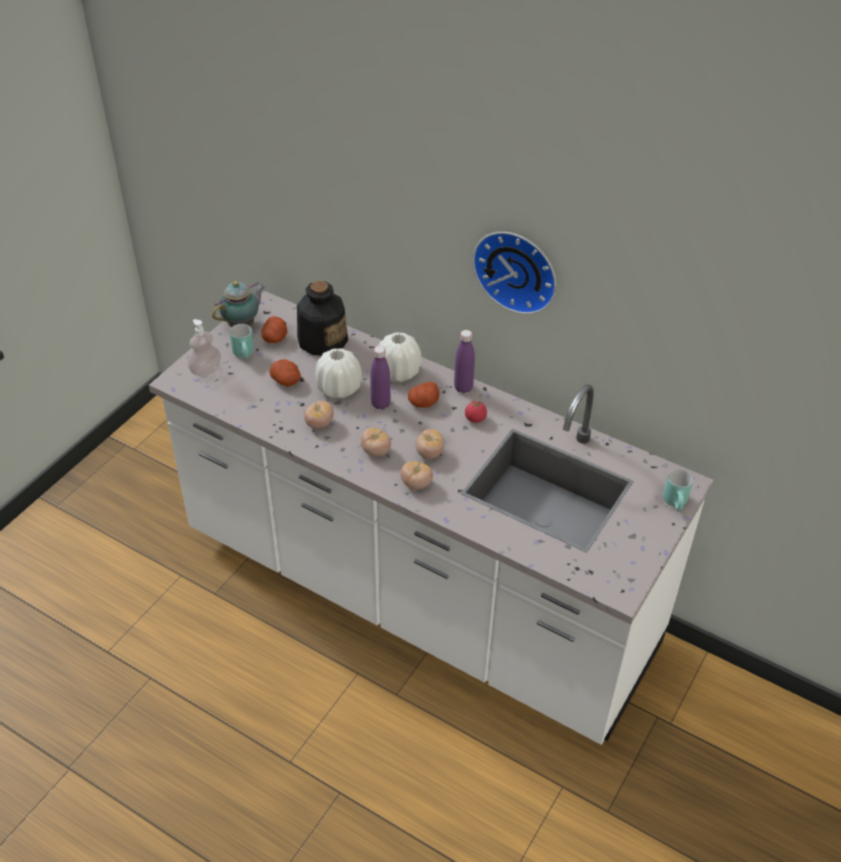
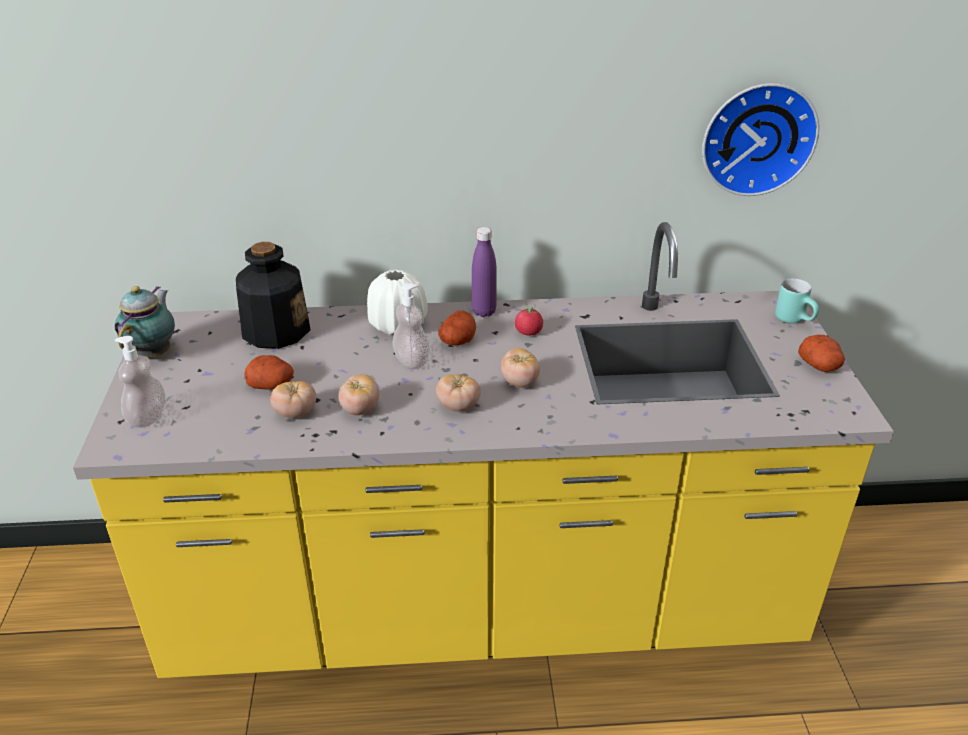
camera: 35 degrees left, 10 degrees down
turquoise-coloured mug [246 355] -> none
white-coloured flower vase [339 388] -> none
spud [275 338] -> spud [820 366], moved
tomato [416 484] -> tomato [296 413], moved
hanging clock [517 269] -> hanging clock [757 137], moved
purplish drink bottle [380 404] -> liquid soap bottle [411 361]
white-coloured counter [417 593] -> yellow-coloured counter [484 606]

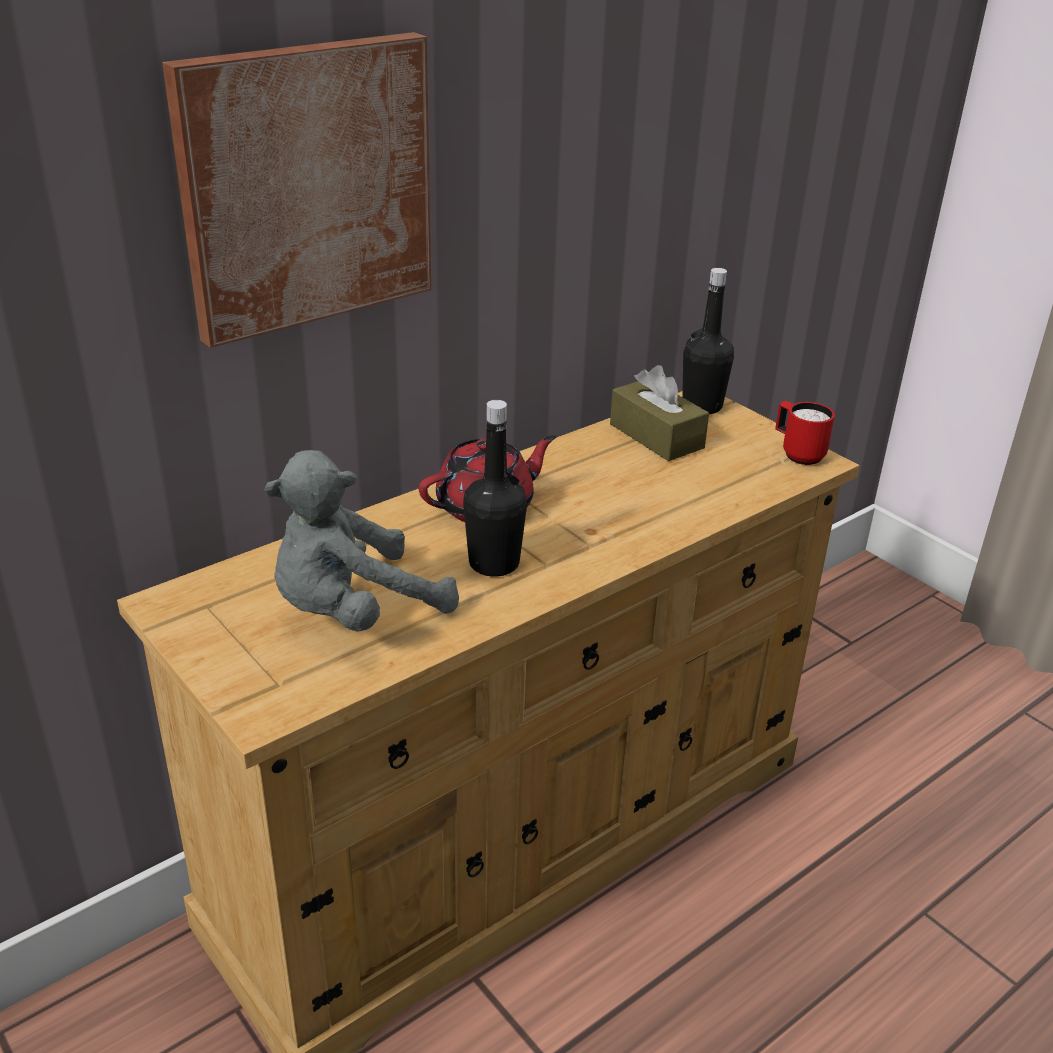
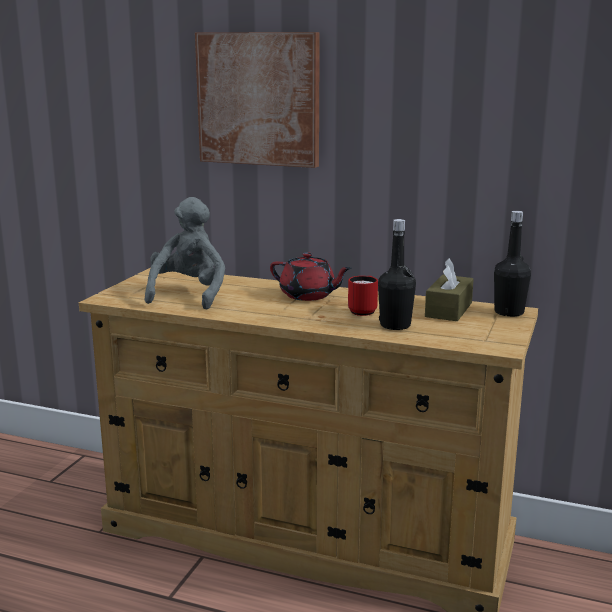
camera: 60 degrees right, 15 degrees down
black drink bottle [494 563] -> black drink bottle [395 325], moved
red mug [797 453] -> red mug [363 310], moved
gray plush toy [354 612] -> gray plush toy [189 295], 75 degrees clockwise

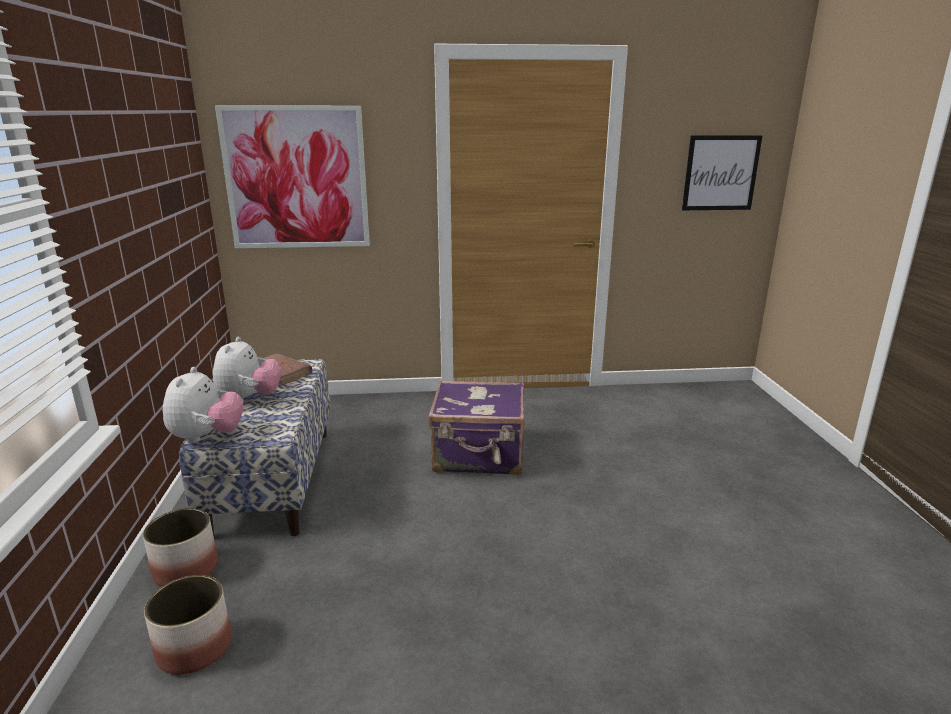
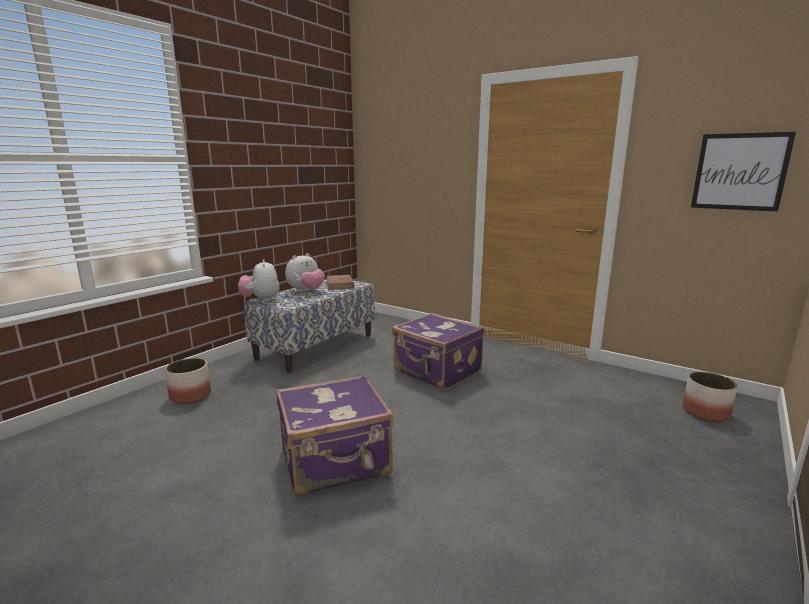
camera: 40 degrees right, 5 degrees down
picture [296 178] -> none
none -> purplish travel case [336 462]
planter [185 569] -> planter [705 412], moved
plush toy [207 437] -> plush toy [261 300], 120 degrees clockwise

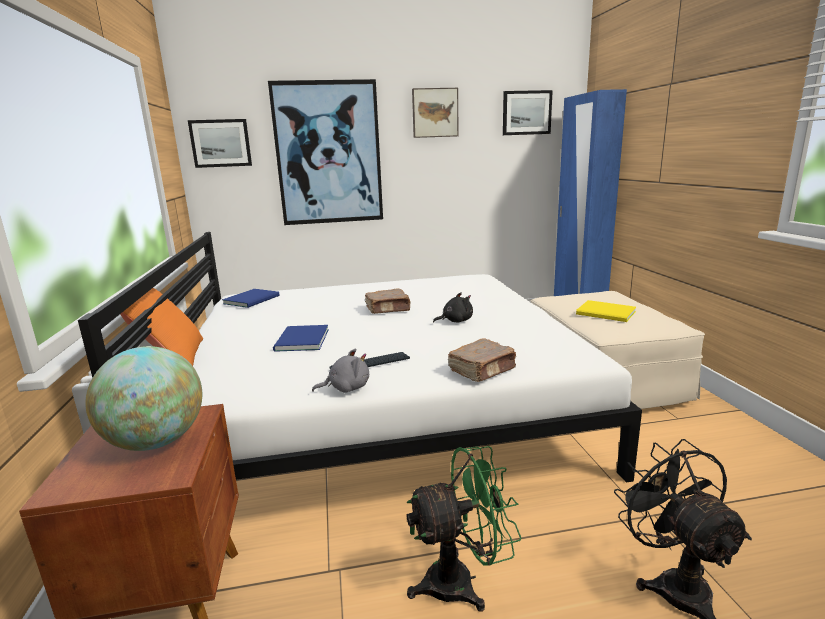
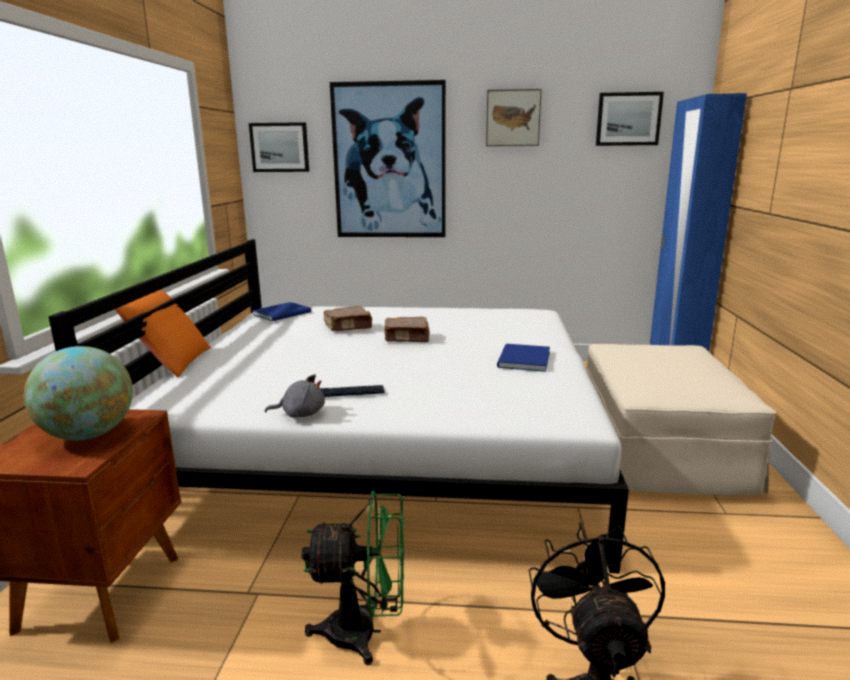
camera: 15 degrees right, 0 degrees up
black plush toy [455 321] -> none
yellow-coloured bound book [607 313] -> none
bluish bound book [300 340] -> bluish bound book [522 360], moved
brown bound book [483 370] -> brown bound book [348 327], moved

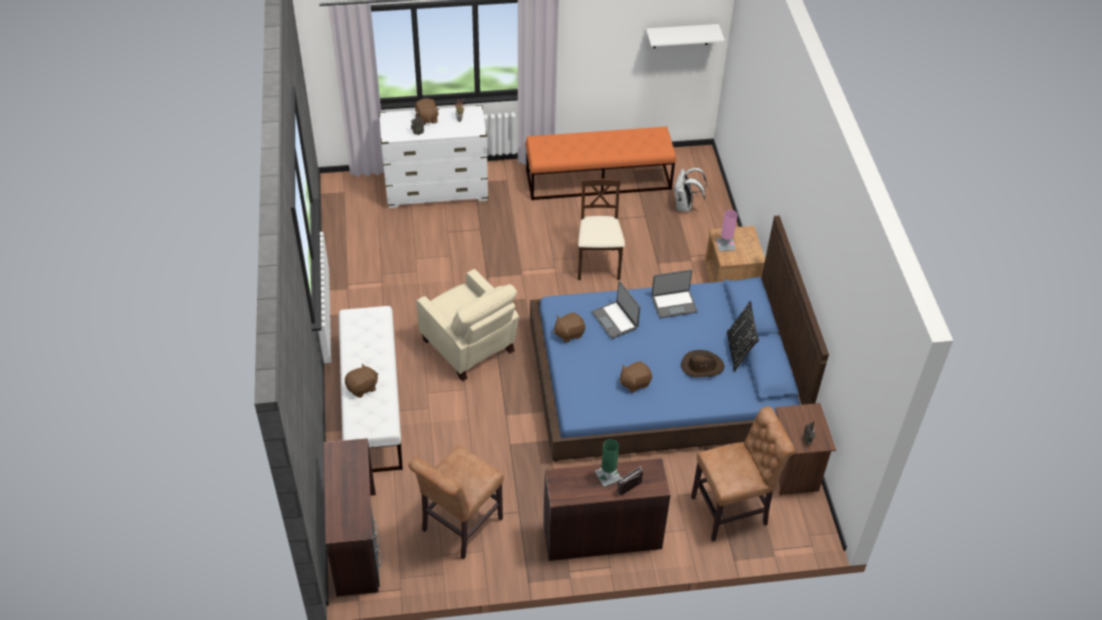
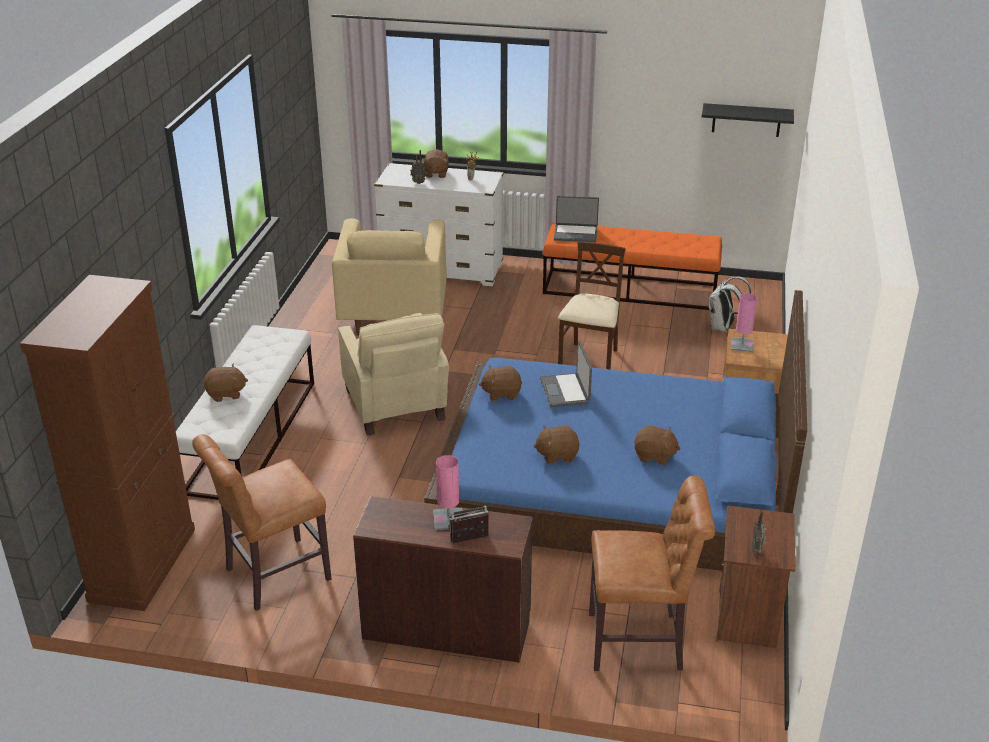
camera: 20 degrees right, 15 degrees down
black throw pillow [739 351] -> none
none -> sand-coloured lounge chair [393 315]
laptop [674 304] -> laptop [575 234], moved
brown desk table [357 543] -> brown storage cabinet [143 564]
brown clothing hat [702 366] -> brown plush toy [654 456]
green-coloured tabletop lamp [608 476] -> pink tabletop lamp [448 519]
white-coloured bracket shelf [681 36] -> black bracket shelf [746 120]

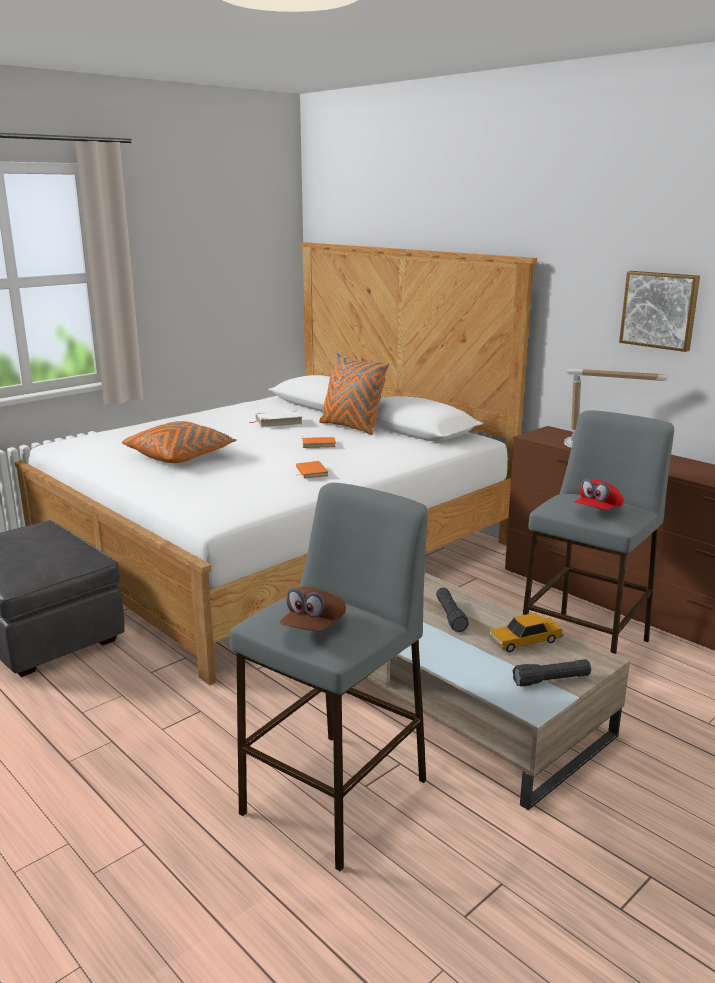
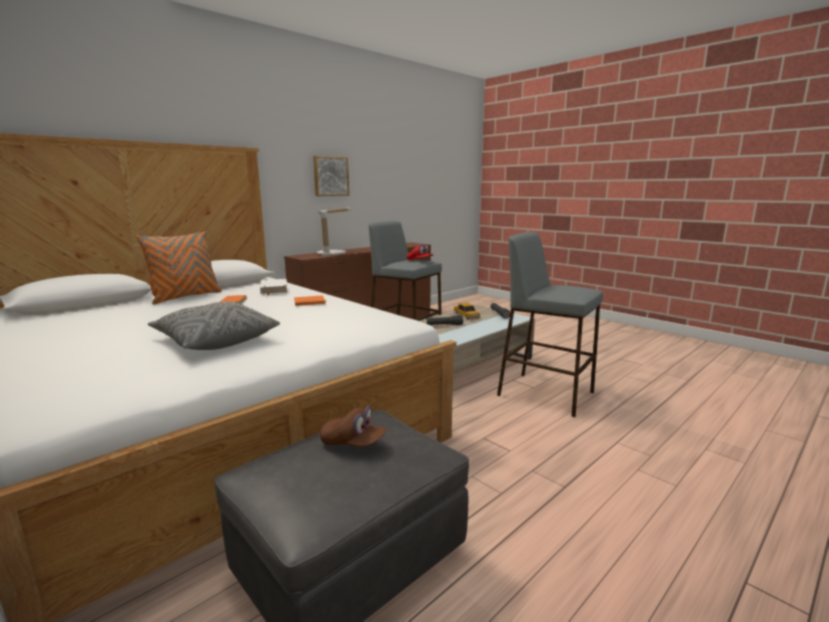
camera: 90 degrees left, 5 degrees down
white-coloured bound book [278 422] -> white-coloured bound book [273 289], moved
brown baseball cap [313 627] -> brown baseball cap [353 443], moved
orange throw pillow [181 456] -> gray throw pillow [215 341]

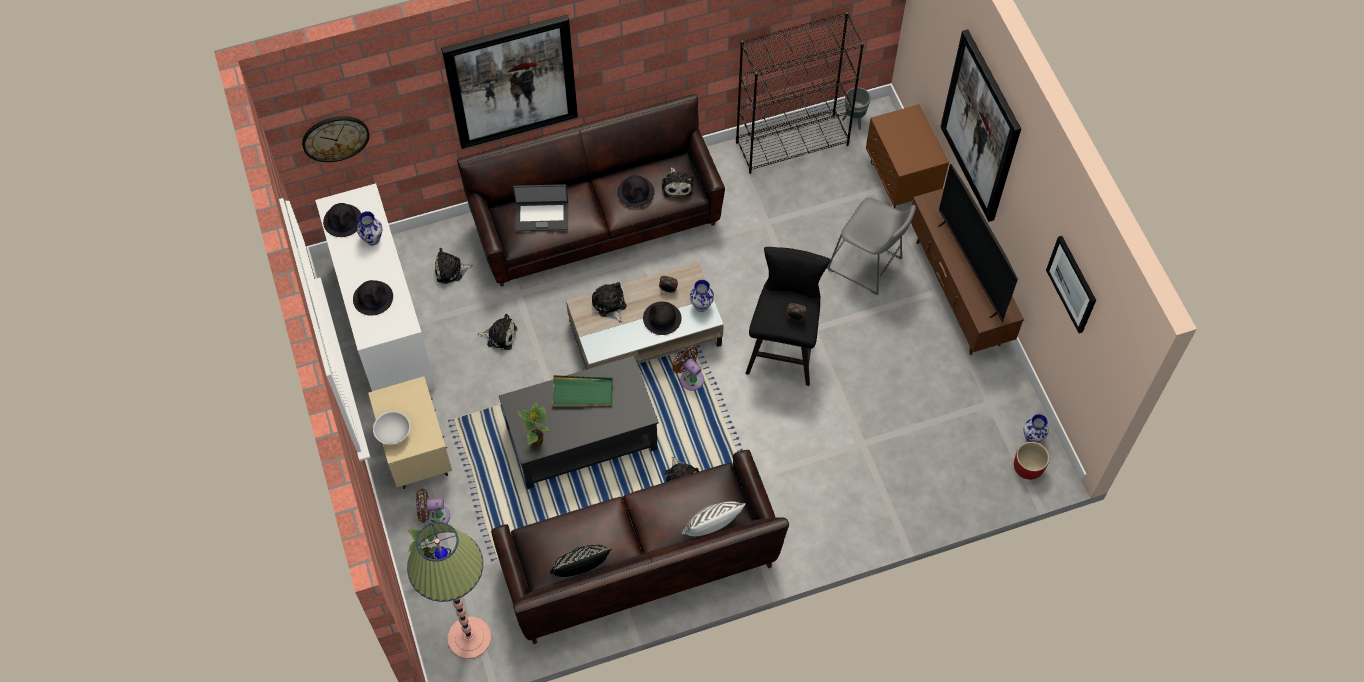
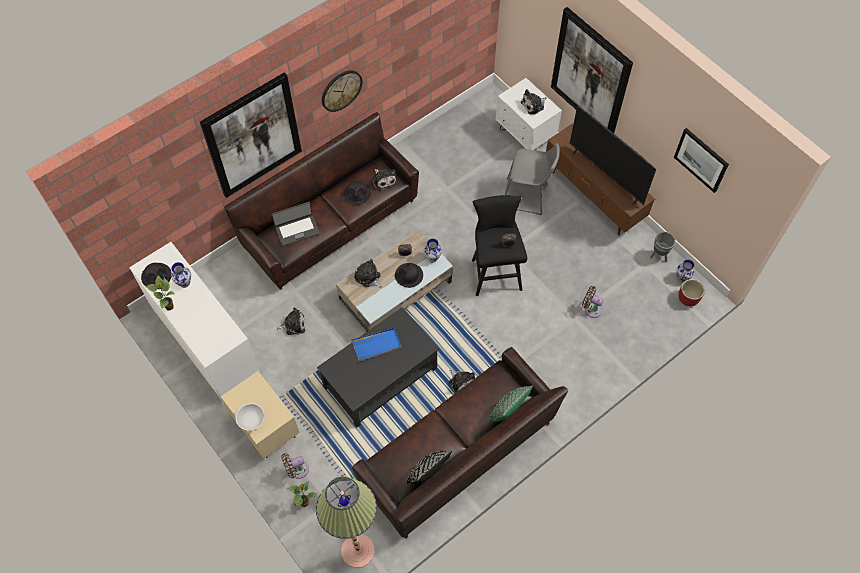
camera: 20 degrees left, 0 degrees up
black clothing hat [373 298] -> none
black shelving unit [792 143] -> none
hanging clock [335 138] -> hanging clock [341 90], moved
plush toy [451 270] -> plush toy [533 105], moved
plant in a pot [537 442] -> plant in a pot [170 307], moved
brown cooling fan [690 378] -> brown cooling fan [591 309], moved
gray planter [854 120] -> gray planter [658 255], moved
green-coloured tray [583 392] -> bluish tray [377 345]
white-coloured throw pillow [712 528] -> green-coloured throw pillow [507 410]
brown night table [901 182] -> white-coloured night table [525 135]

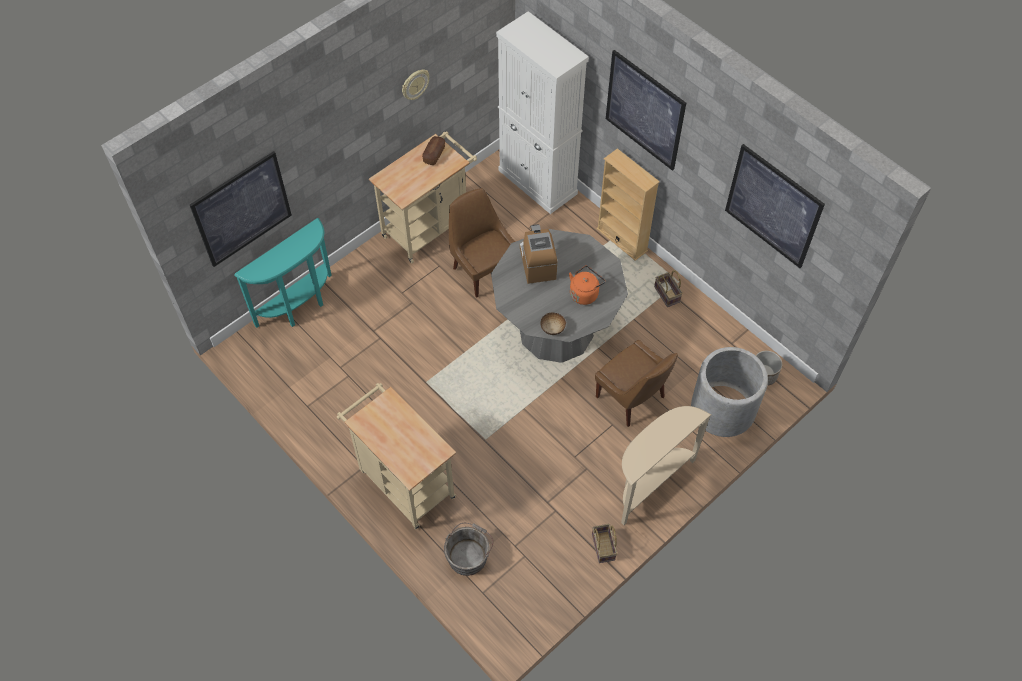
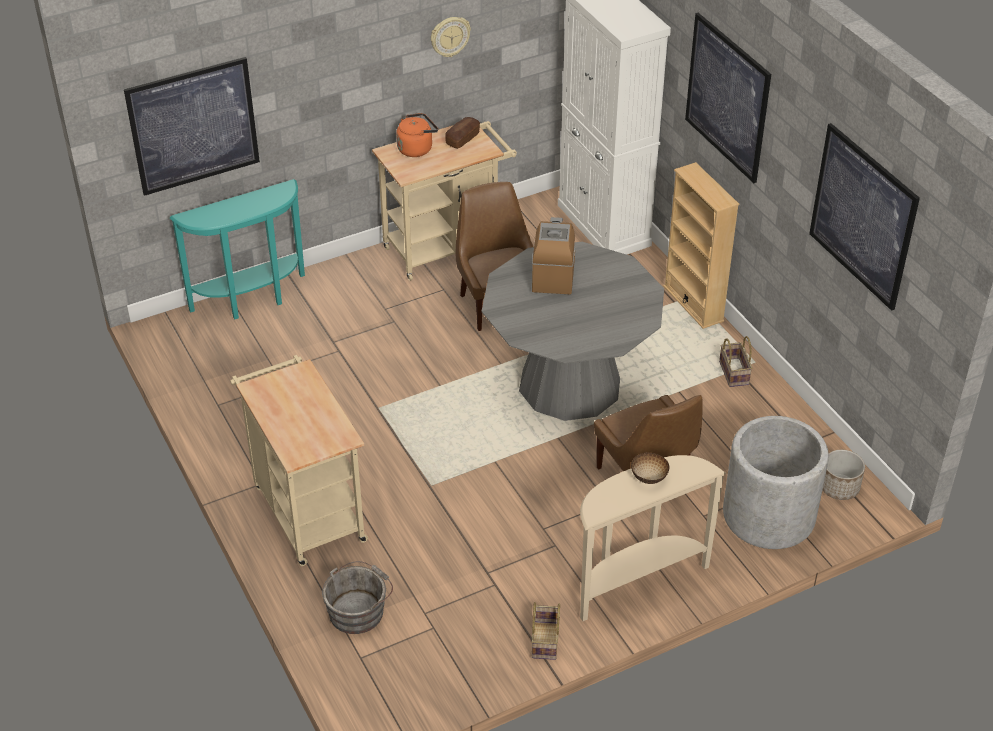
camera: 15 degrees right, 15 degrees down
deep dish [553 329] -> deep dish [649 478], moved
orange kettle [585 293] -> orange kettle [417 148], moved

